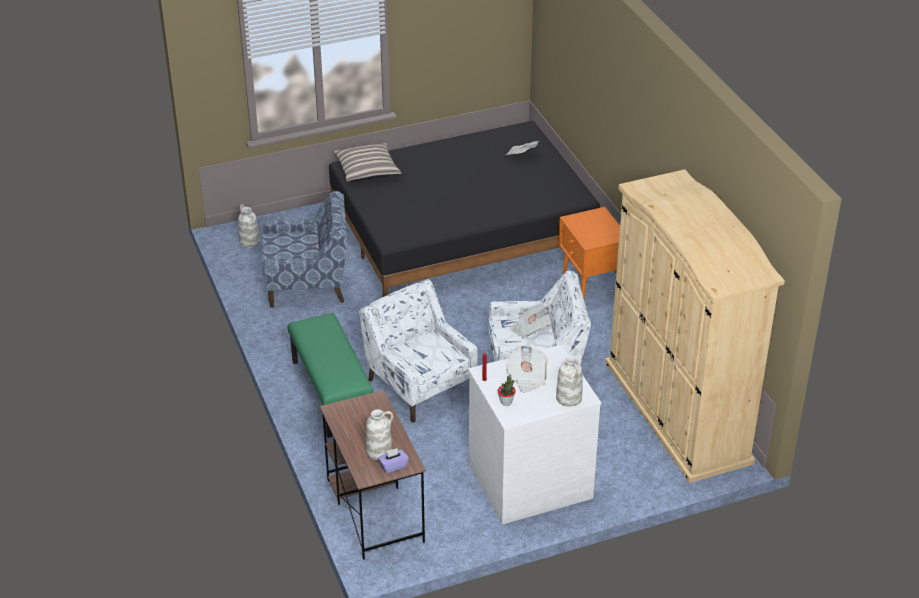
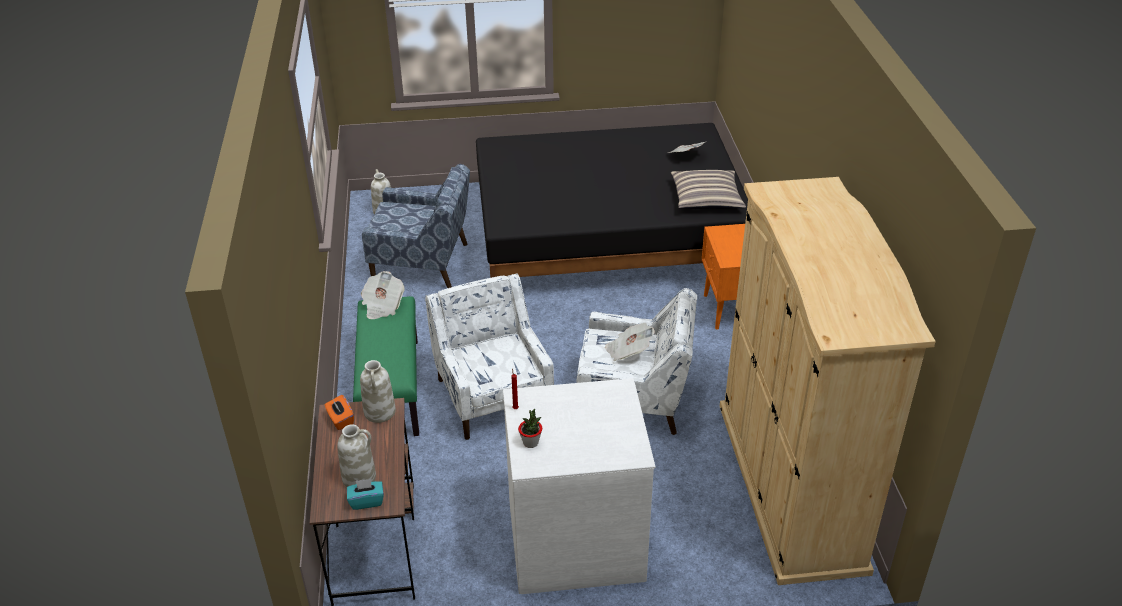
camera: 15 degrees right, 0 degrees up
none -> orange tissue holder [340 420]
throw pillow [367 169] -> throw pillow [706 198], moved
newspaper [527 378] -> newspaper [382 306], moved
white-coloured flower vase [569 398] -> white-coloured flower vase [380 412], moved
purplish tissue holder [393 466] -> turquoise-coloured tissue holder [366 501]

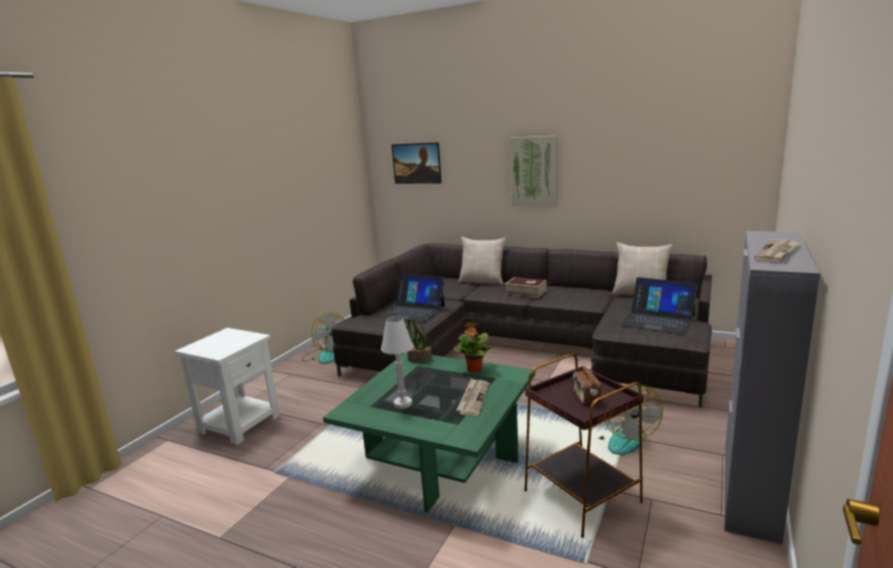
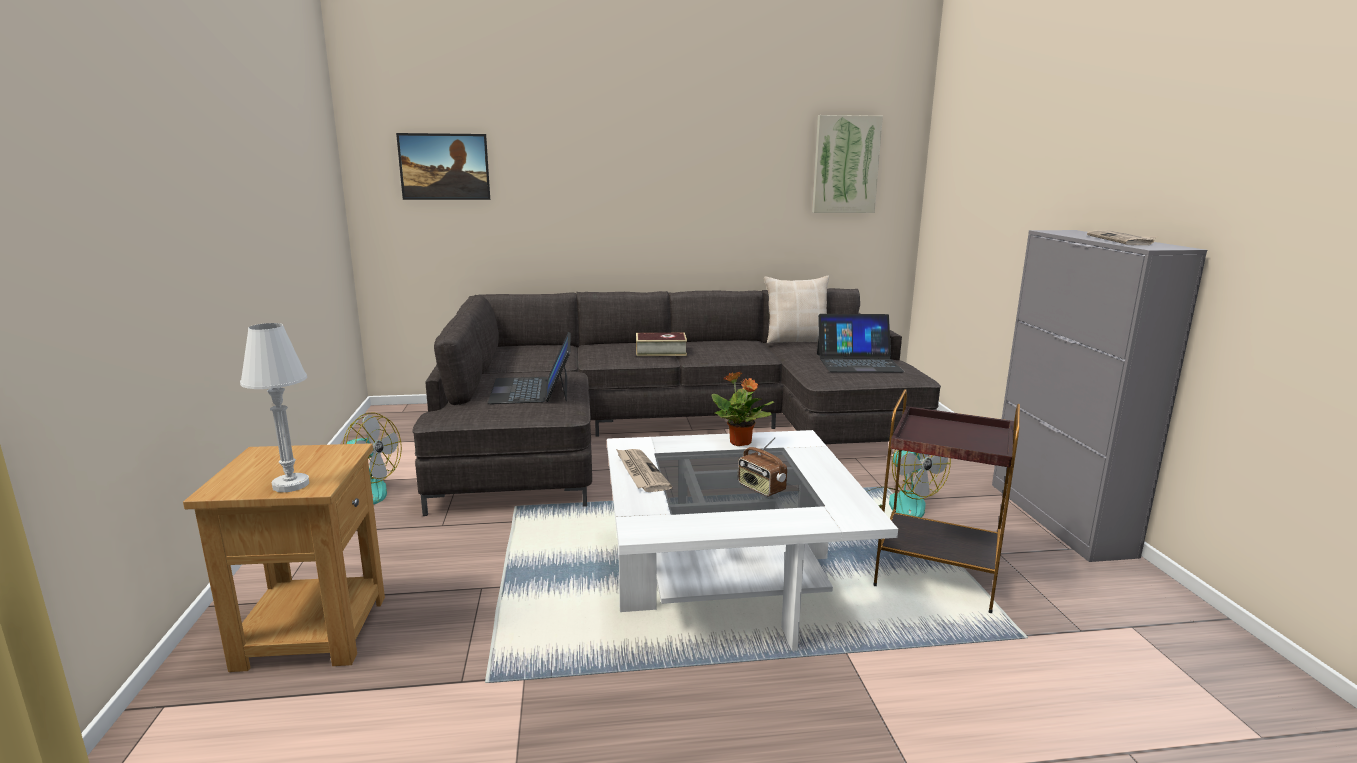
camera: 35 degrees left, 0 degrees up
plant in a pot [419 360] -> none
sand-coloured throw pillow [482 281] -> none
white-coloured tabletop lamp [402 403] -> white-coloured tabletop lamp [291 485], moved
newspaper [473 398] -> newspaper [640 472], moved
picture [534 171] -> picture [845 165], moved
radio receiver [586 397] -> radio receiver [760 488], moved
white-coloured side table [240 423] -> brown side table [312 631]
green-coloured lounge table [440 460] -> white-coloured lounge table [729 583]
laptop [412 311] -> laptop [532 390], 90 degrees clockwise

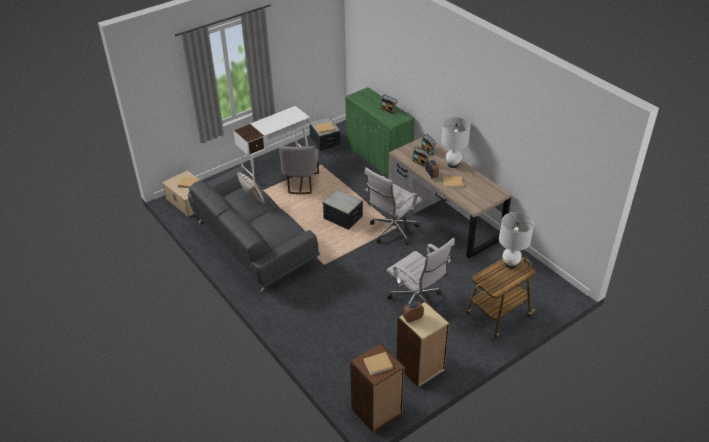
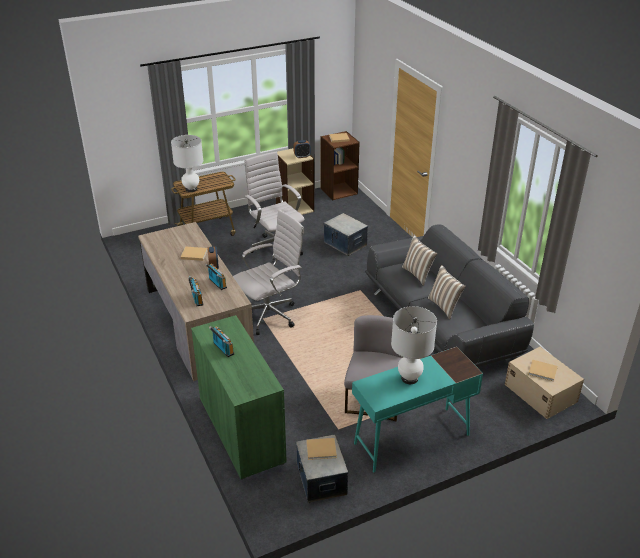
camera: 170 degrees left, 5 degrees down
none -> throw pillow [418 274]
storage box [343 217] -> storage box [345 244], moved
white-coloured tabletop lamp [453 164] -> white-coloured tabletop lamp [409 378], moved
white-coloured desk table [276 165] -> turquoise-coloured desk table [411 439]

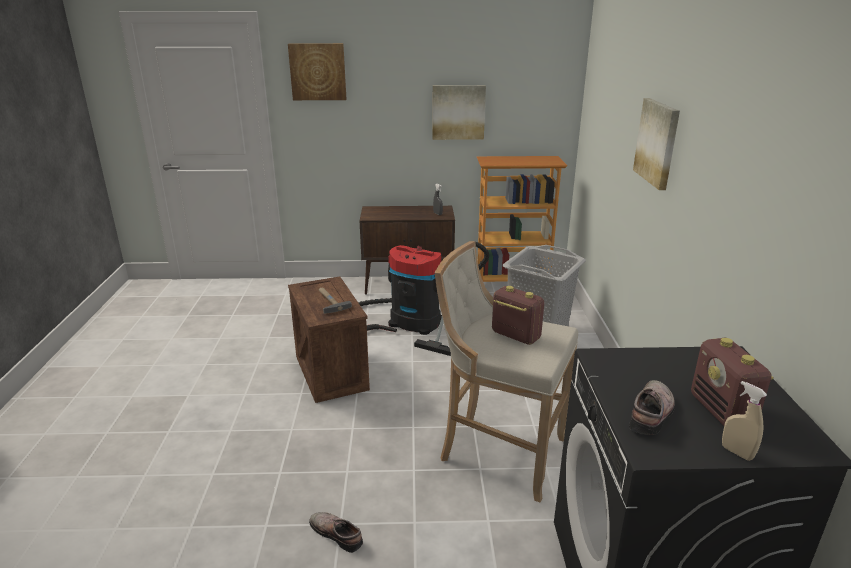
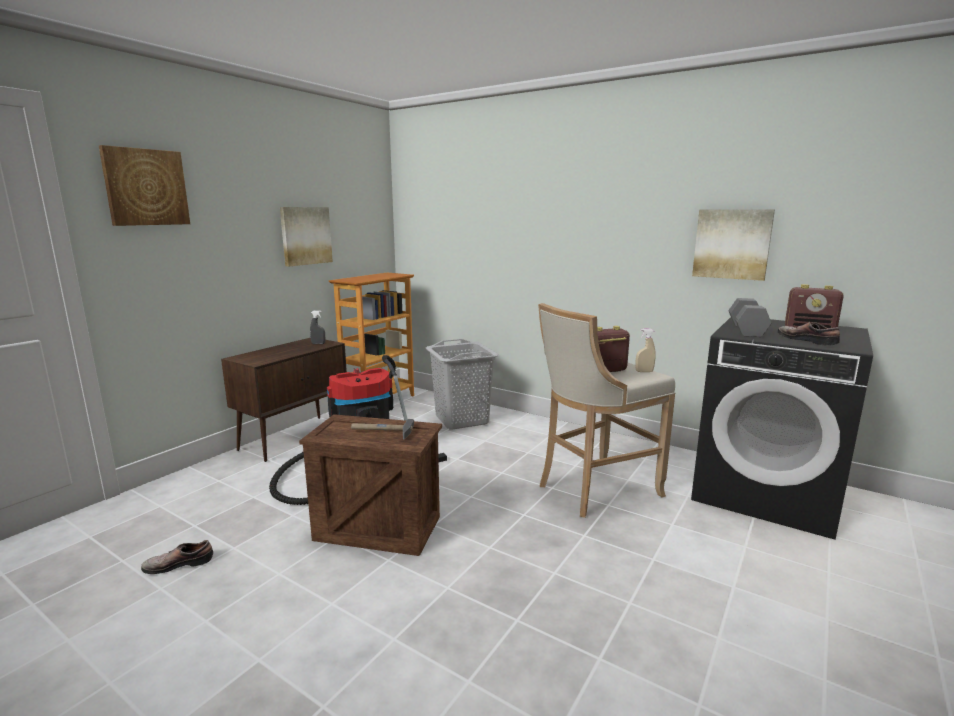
camera: 55 degrees left, 10 degrees down
none -> gray hand weight [745 330]
shoe [338 533] -> shoe [179 563], moved
picture [657 142] -> picture [732 244], moved
sand-coloured spray bottle [736 452] -> sand-coloured spray bottle [644 371], moved

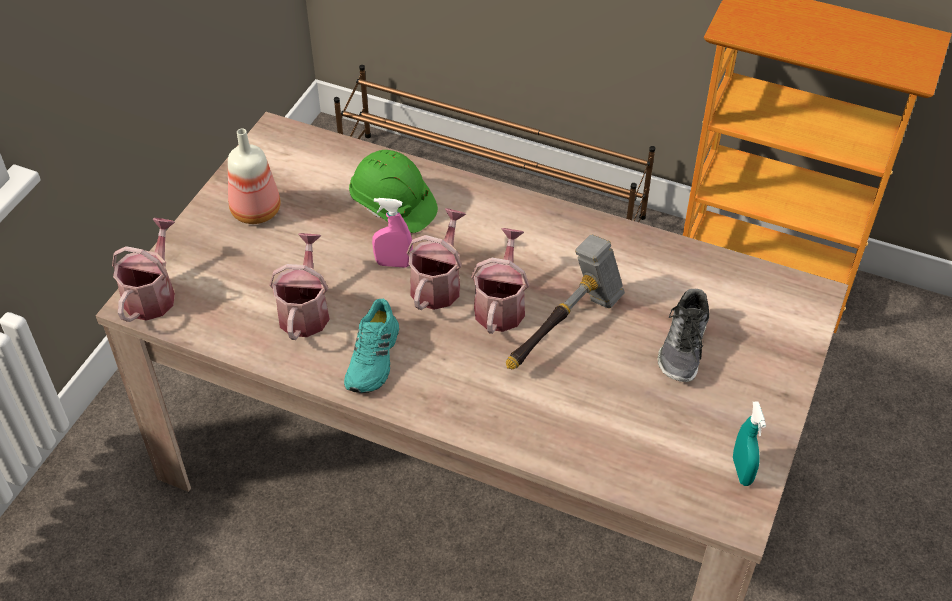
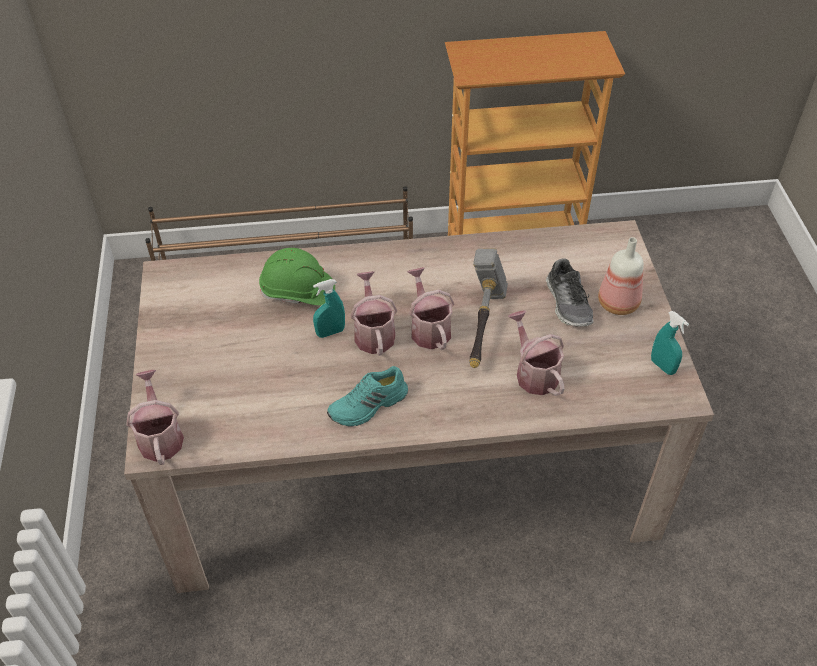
camera: 30 degrees left, 0 degrees up
drink bottle [257 212] -> drink bottle [619 303], moved
watering pot [305 310] -> watering pot [534 373], moved
pink spray bottle [393 263] -> turquoise-coloured spray bottle [330 332]
turquoise-coloured shoe [374 359] -> turquoise-coloured shoe [369 406], 75 degrees clockwise

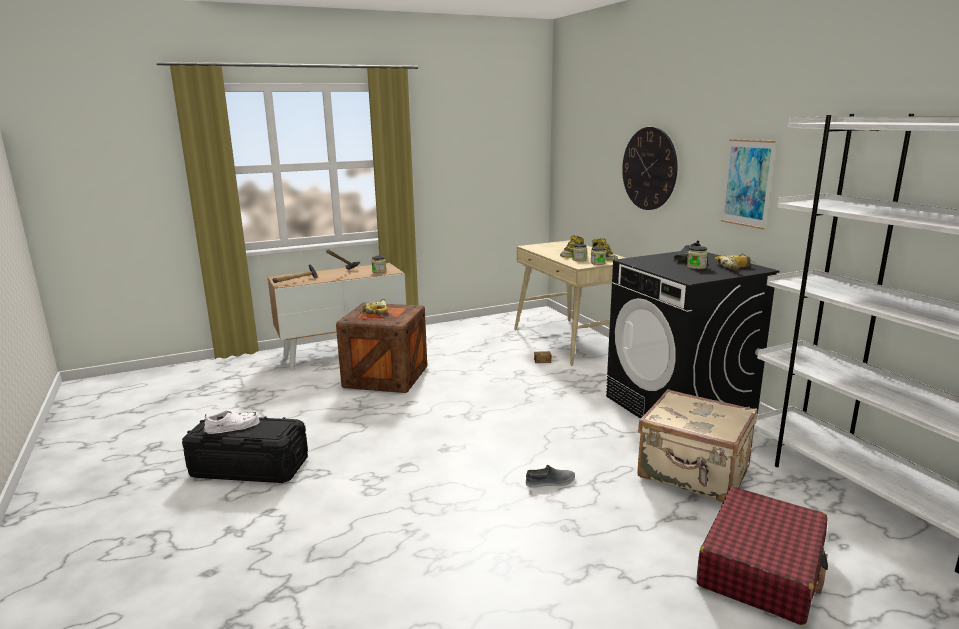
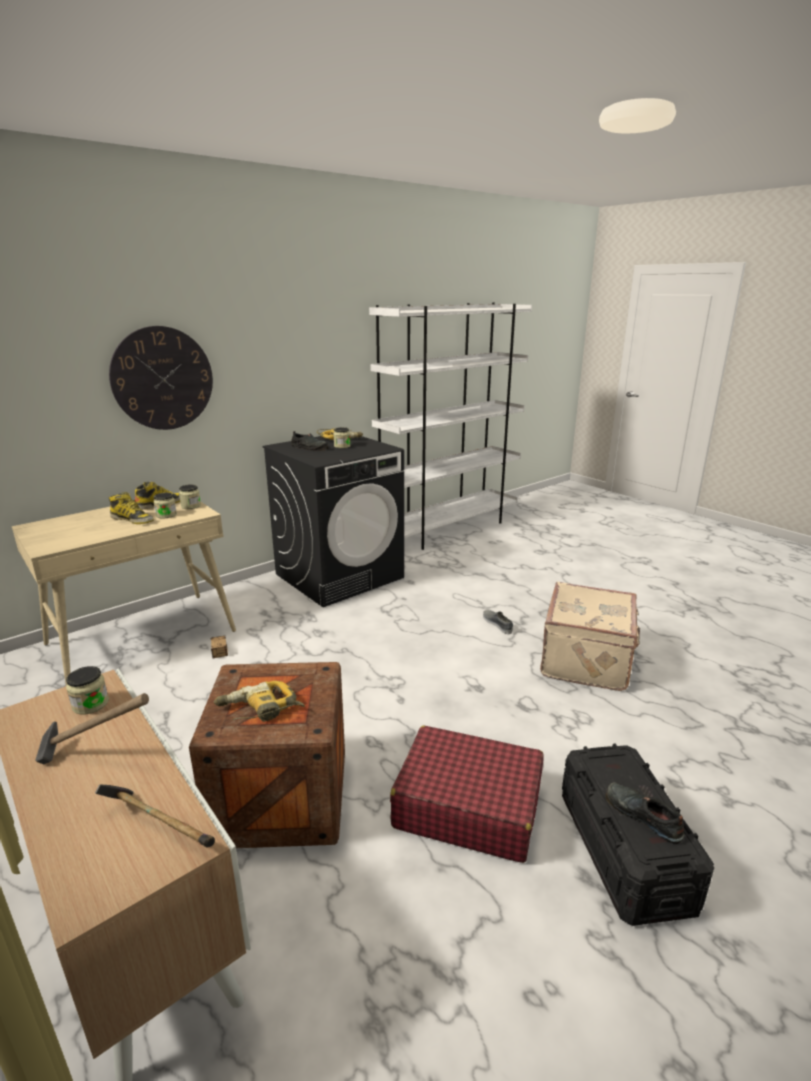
camera: 105 degrees left, 5 degrees up
picture [747 183] -> none
sand-coloured travel case [693 474] -> sand-coloured travel case [587 660], moved
red travel case [761 568] -> red travel case [467 806], moved
white-coloured shoe [232 426] -> black shoe [641 815]

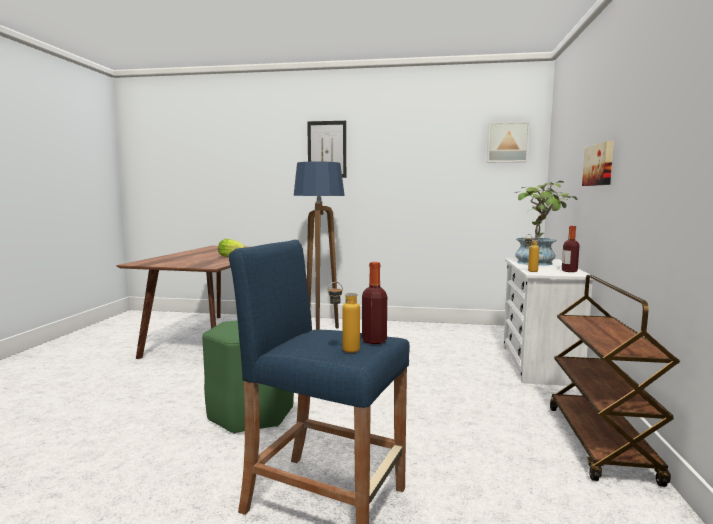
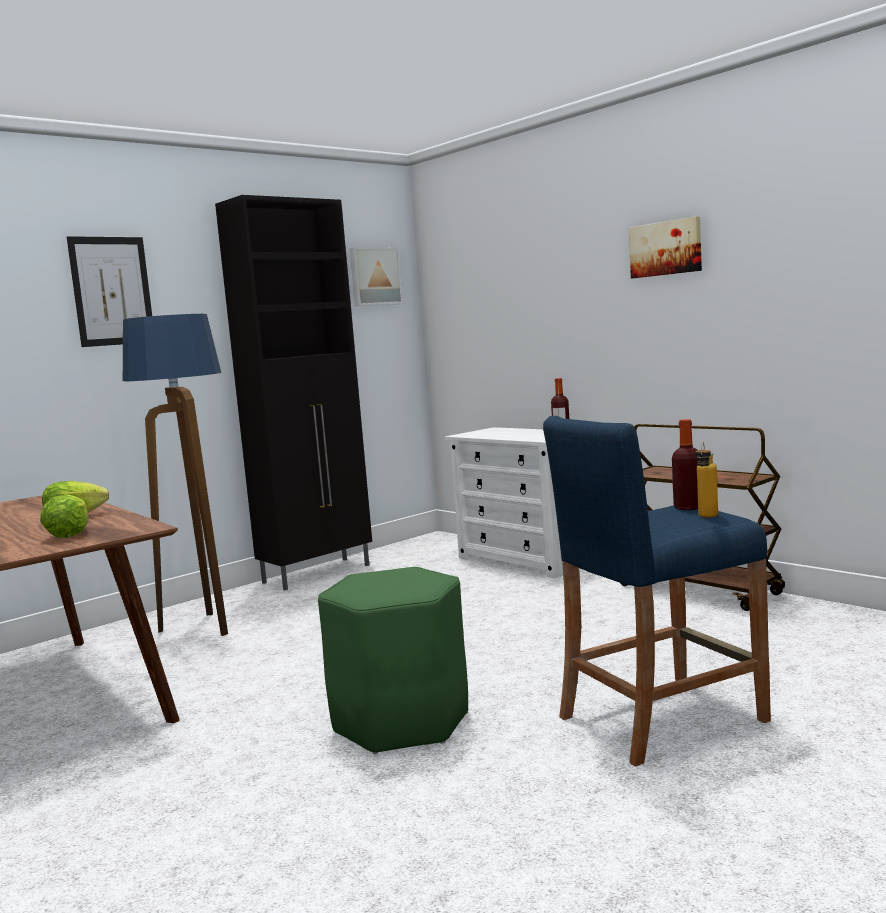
camera: 50 degrees left, 0 degrees up
plant in a pot [539 263] -> none
drink bottle [530 271] -> none
none -> lettuce head [69 535]
none -> black storage cabinet [318 573]
picture [599 165] -> picture [666 248], moved

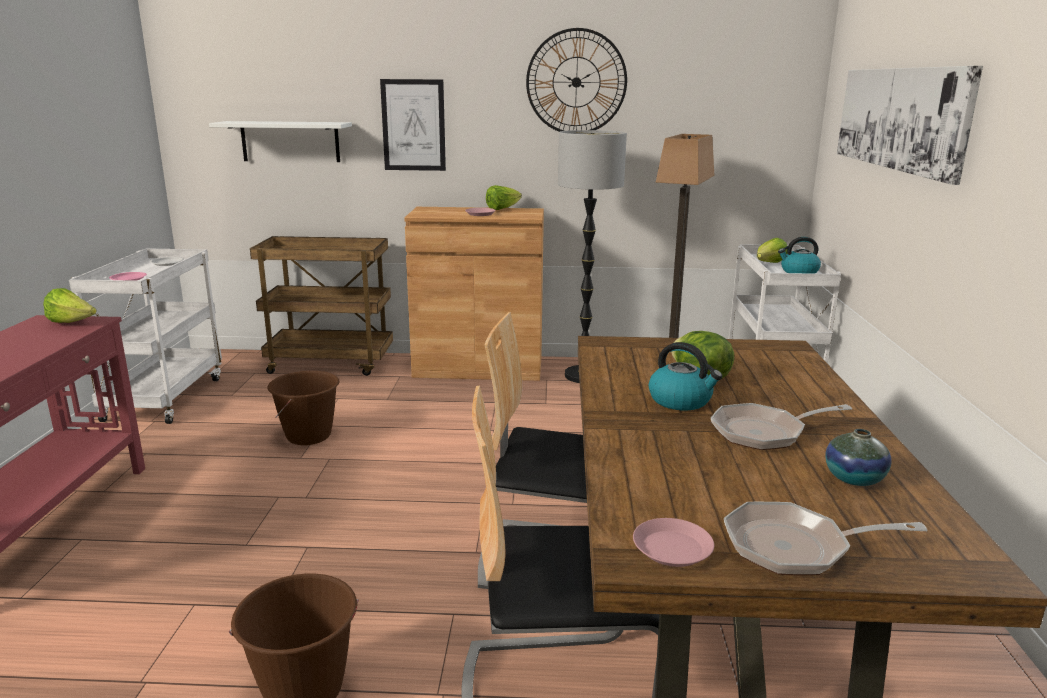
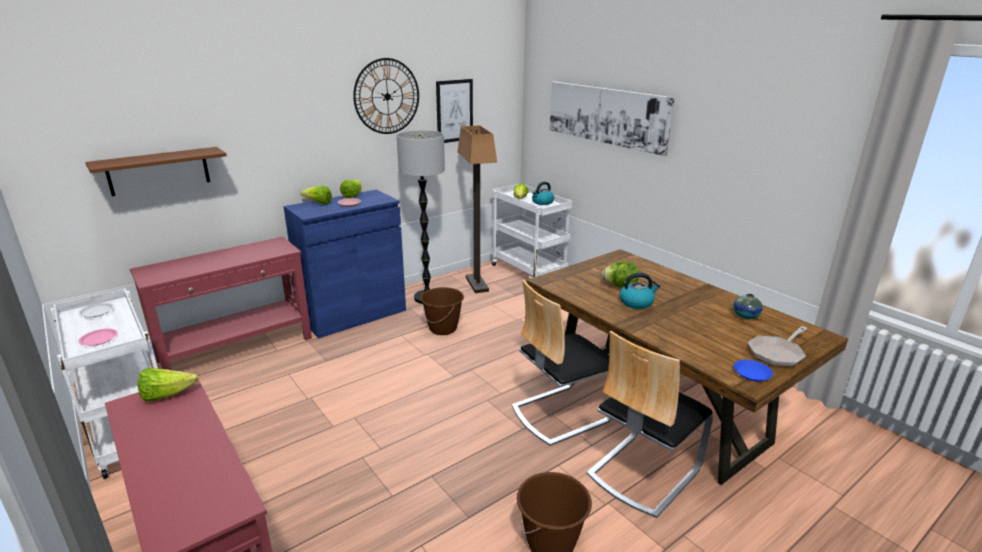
camera: 40 degrees left, 5 degrees up
skillet [764 432] -> none
none -> lettuce head [318 203]
brown bucket [309 436] -> brown bucket [443 328], moved
picture [413 125] -> picture [454 111], moved
brown cart [332 363] -> red console table [237 349]
white-coloured bracket shelf [290 141] -> brown bracket shelf [158 171]
brown storage cabinet [478 367] -> bluish storage cabinet [354 314]
pink dinner plate [672 548] -> bluish dinner plate [752 373]

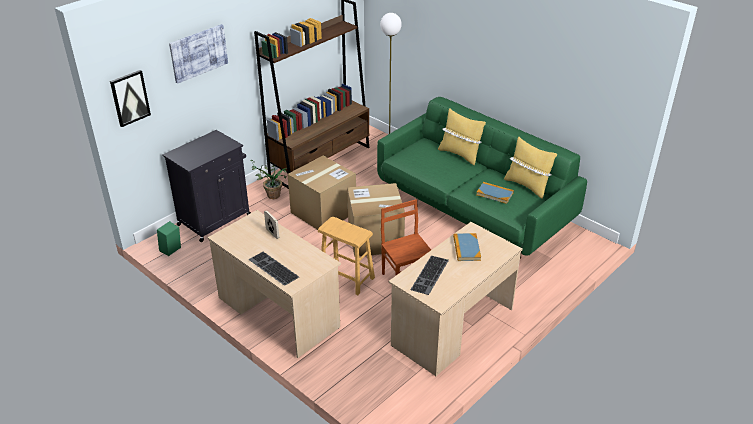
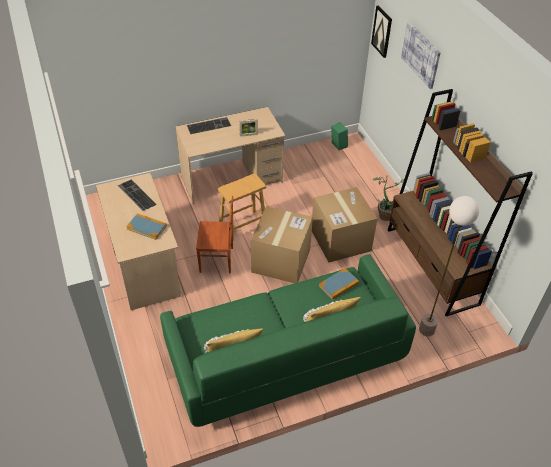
camera: 115 degrees right, 10 degrees up
black storage cabinet [215 219] -> none
bound book [494 194] -> bound book [338 285], moved

